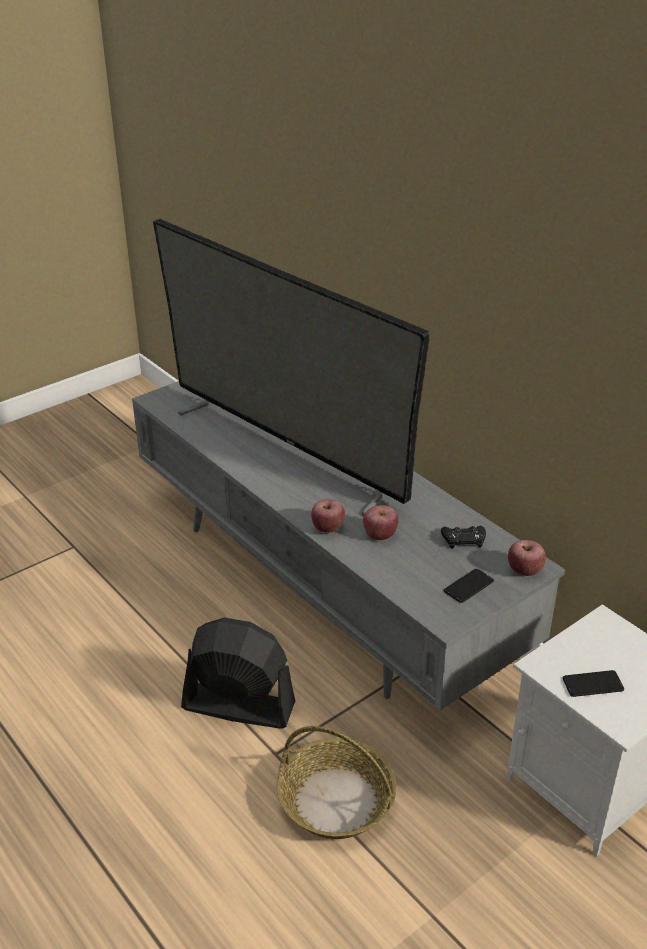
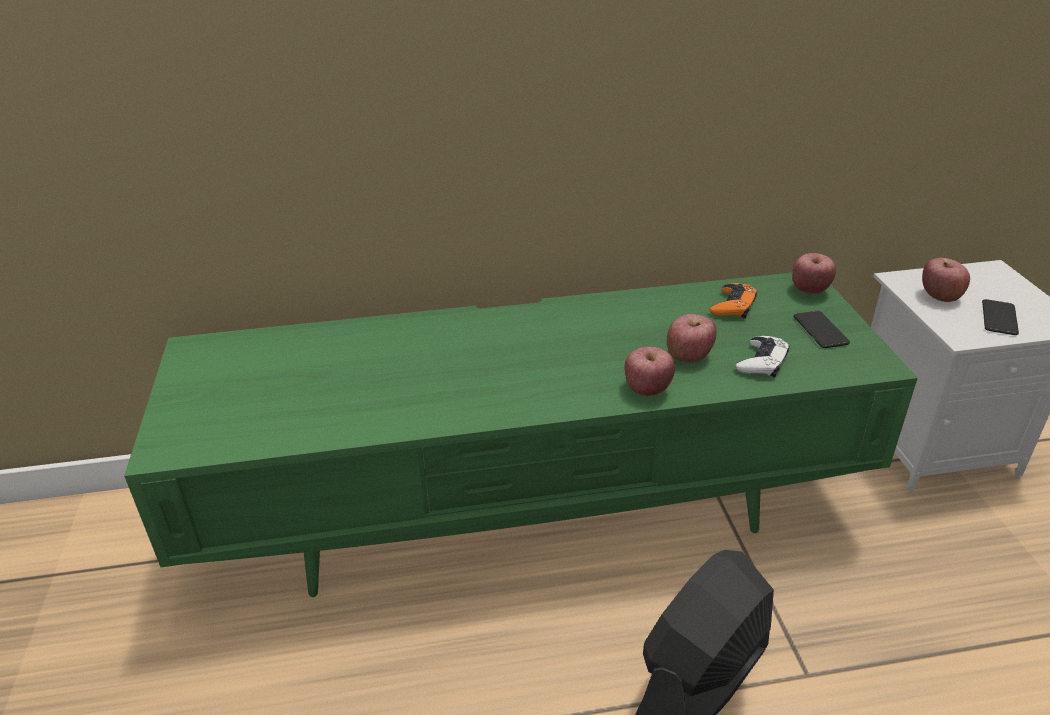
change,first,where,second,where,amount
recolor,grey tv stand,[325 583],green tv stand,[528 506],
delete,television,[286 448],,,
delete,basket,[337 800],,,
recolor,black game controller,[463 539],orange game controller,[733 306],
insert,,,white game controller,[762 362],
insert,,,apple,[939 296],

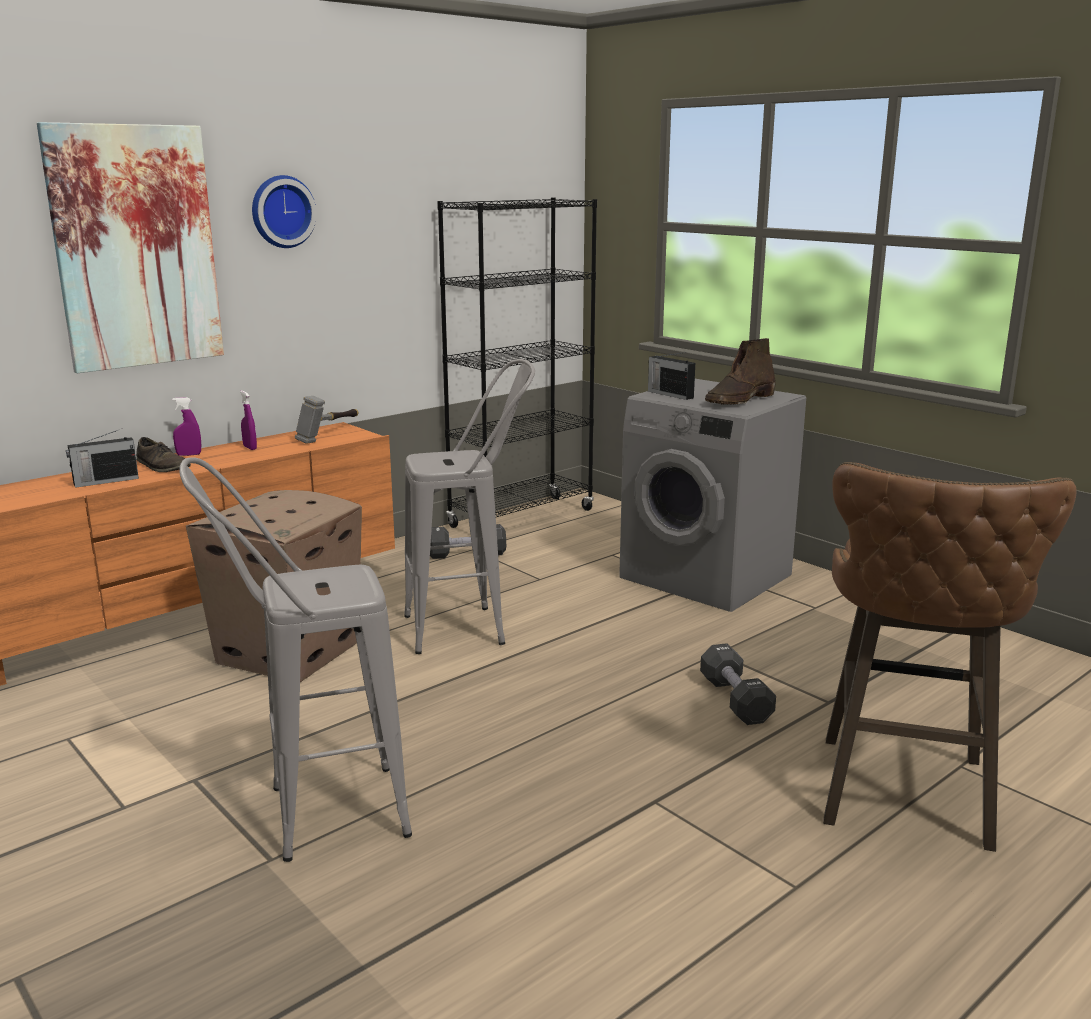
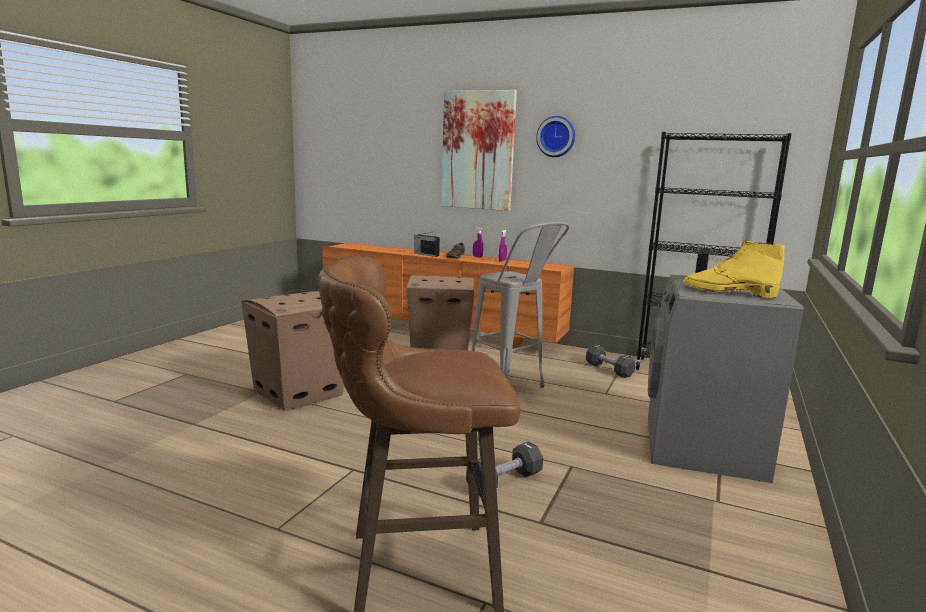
change,first,where,second,where,amount
replace,grey stool,[313 817],cardboard box,[299 393],
delete,hammer,[330 435],,,
recolor,brown boot,[740 400],yellow boot,[727 292],

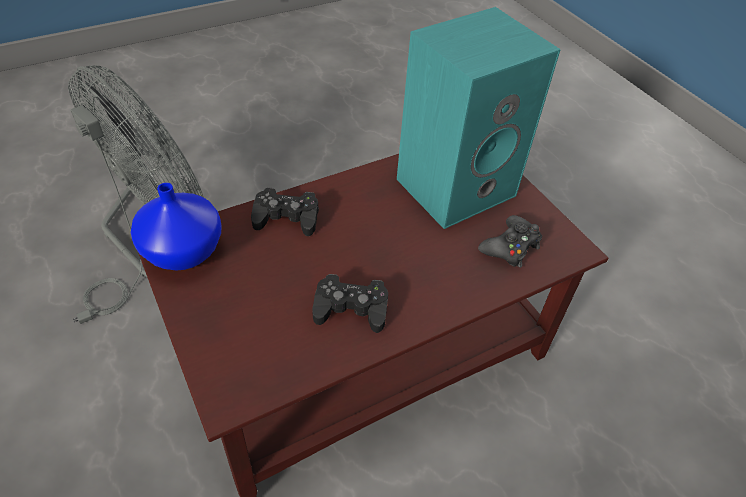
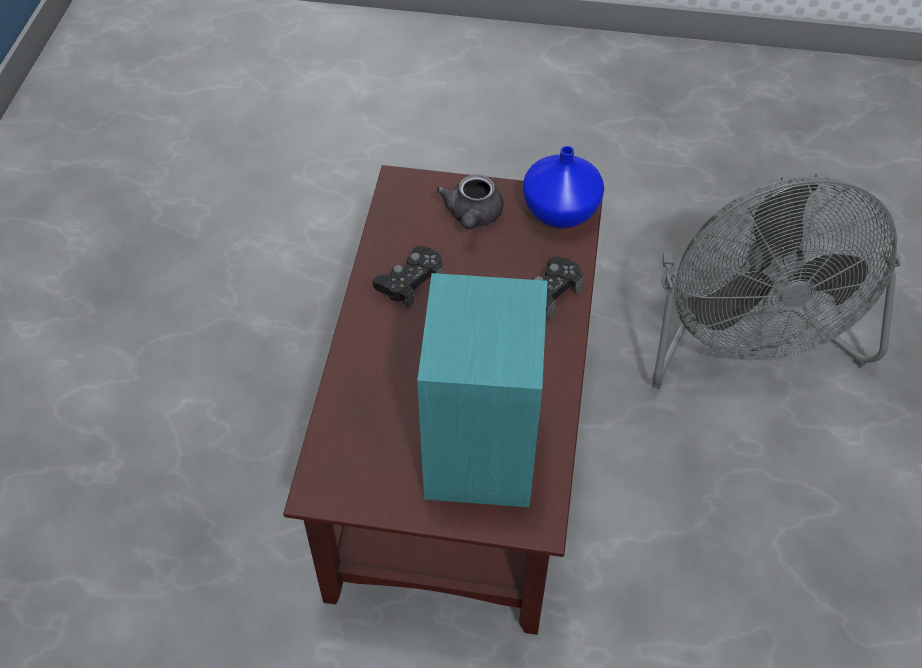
change,first,where,second,where,amount
delete,black game controller,[510 247],,,
insert,,,grey teapot,[473 216],

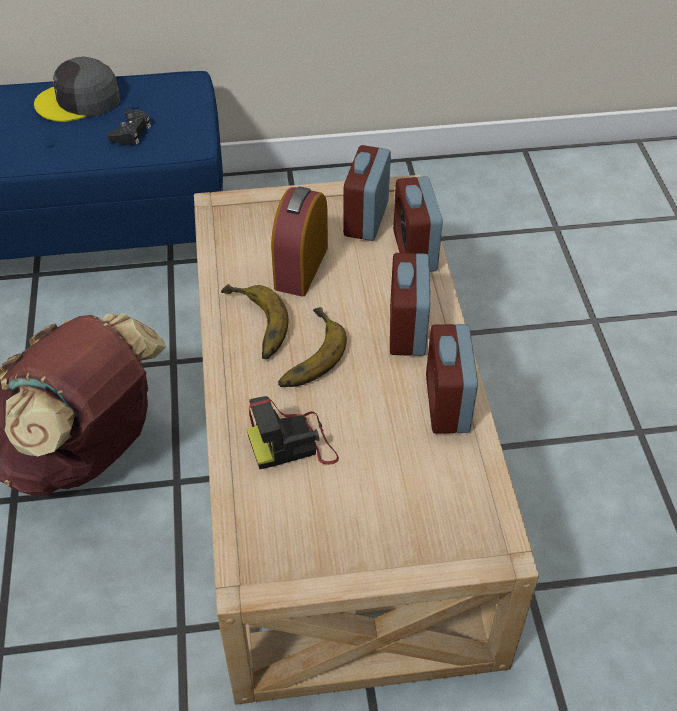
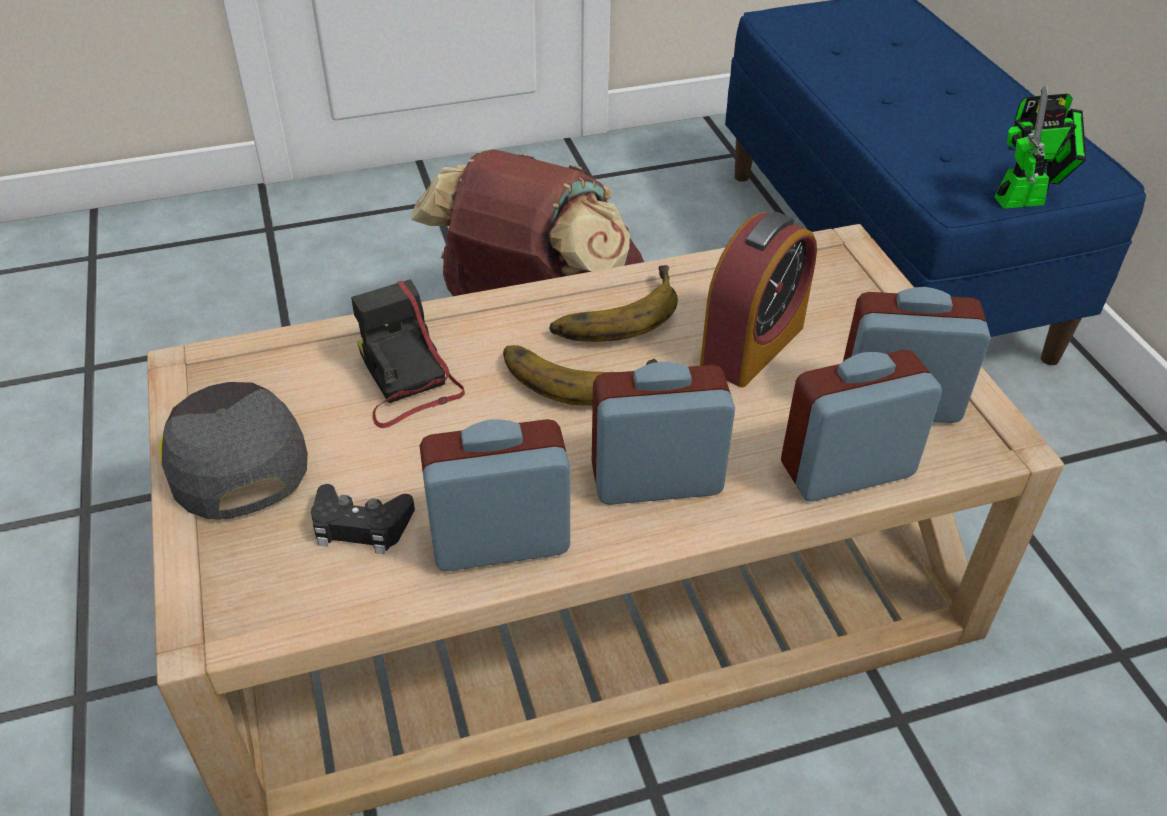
change,first,where,second,where,amount
move,grey cap,[79 100],,[232 456],
move,black game controller,[131 132],,[361 526],
rotate,alarm clock,[301 267],,[752 346],120 degrees clockwise
insert,,,toy robot,[1026 200],

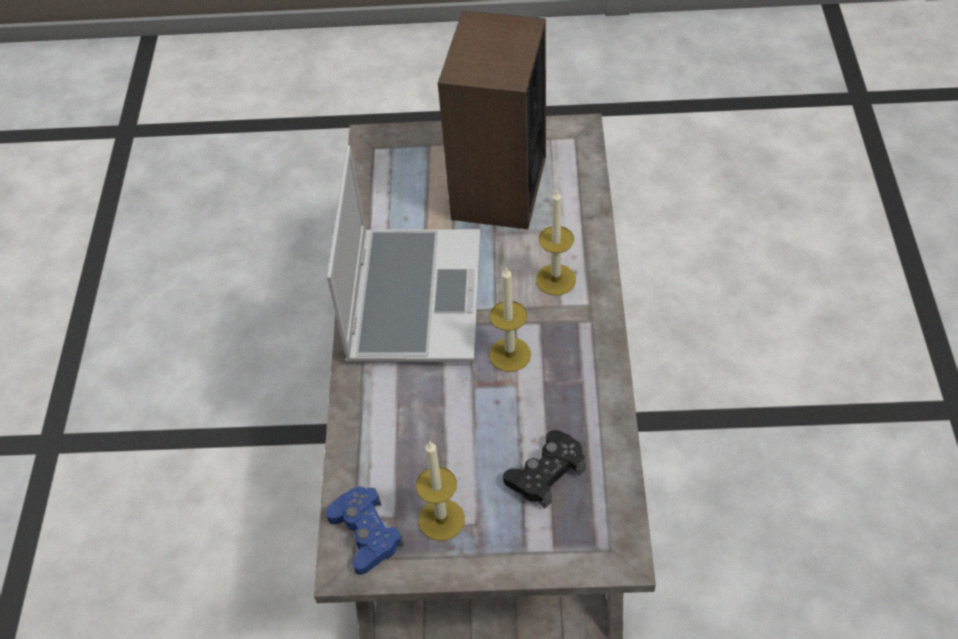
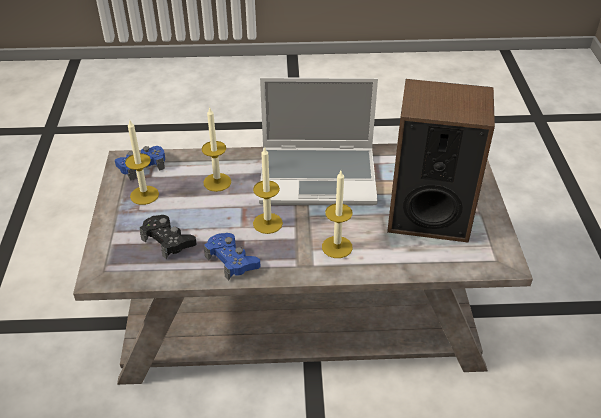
change,first,where,second,where,amount
insert,,,candle,[217 182],
insert,,,blue game controller,[232 260],

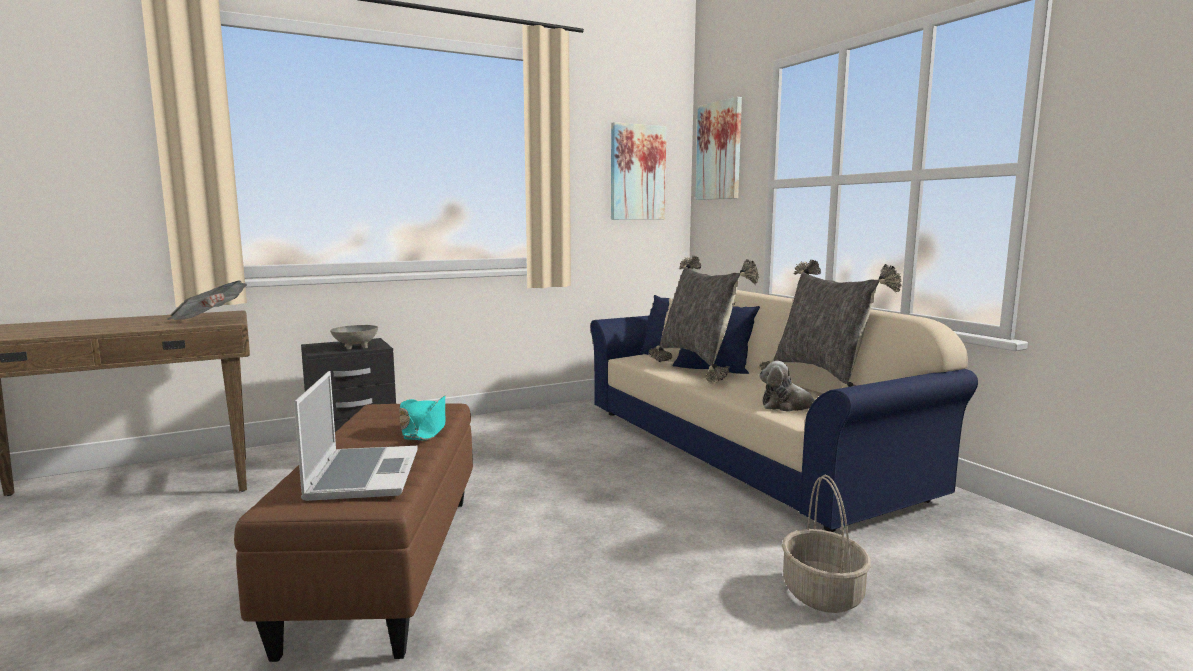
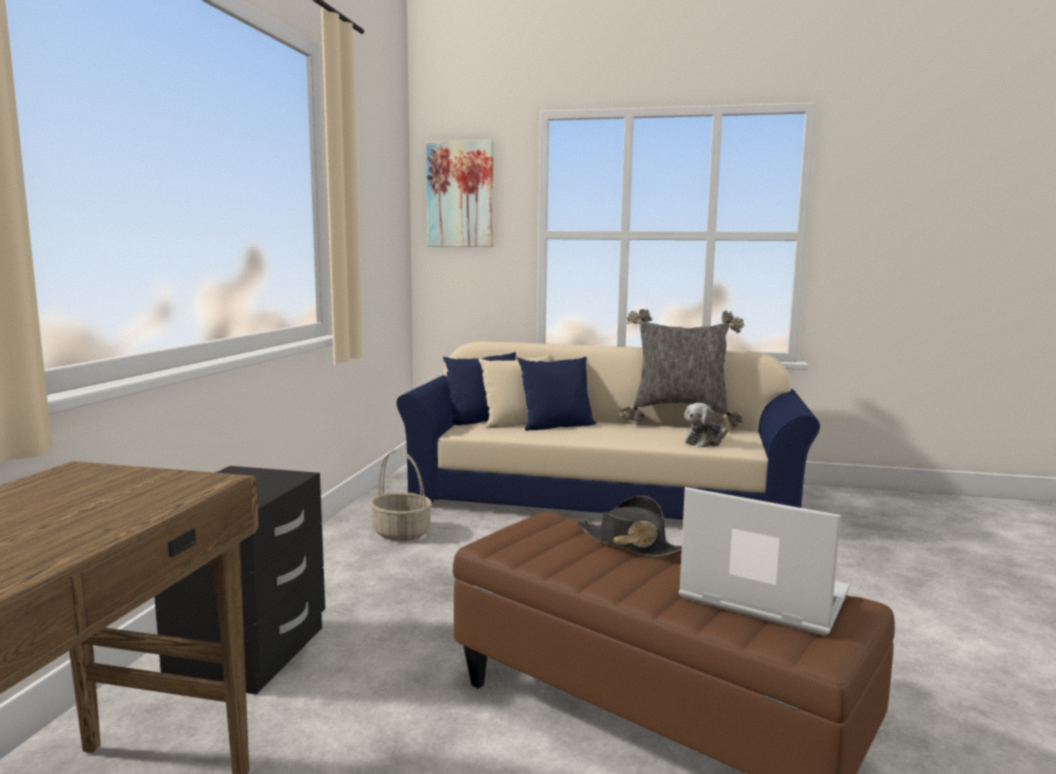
change,first,where,second,where,amount
delete,newspaper,[209 321],,,
delete,grey bowl,[356 347],,,
recolor,turquoise hat,[424 430],black hat,[631 544],
delete,picture,[637 172],,,
delete,pillow,[700 372],,,
move,basket,[823 594],,[402 533],

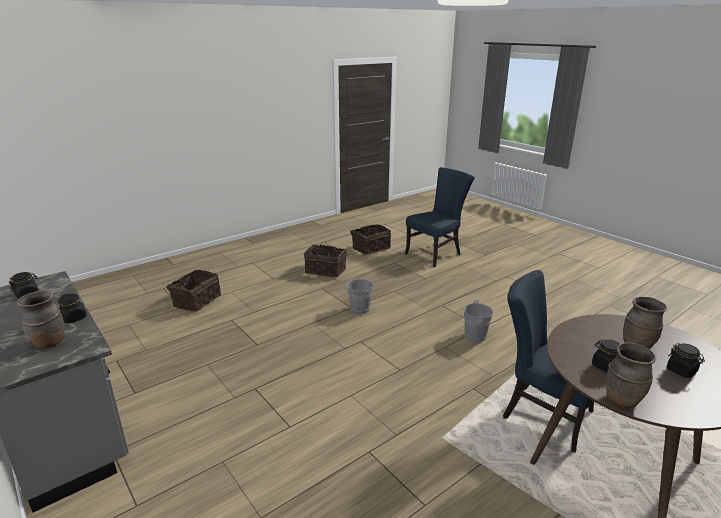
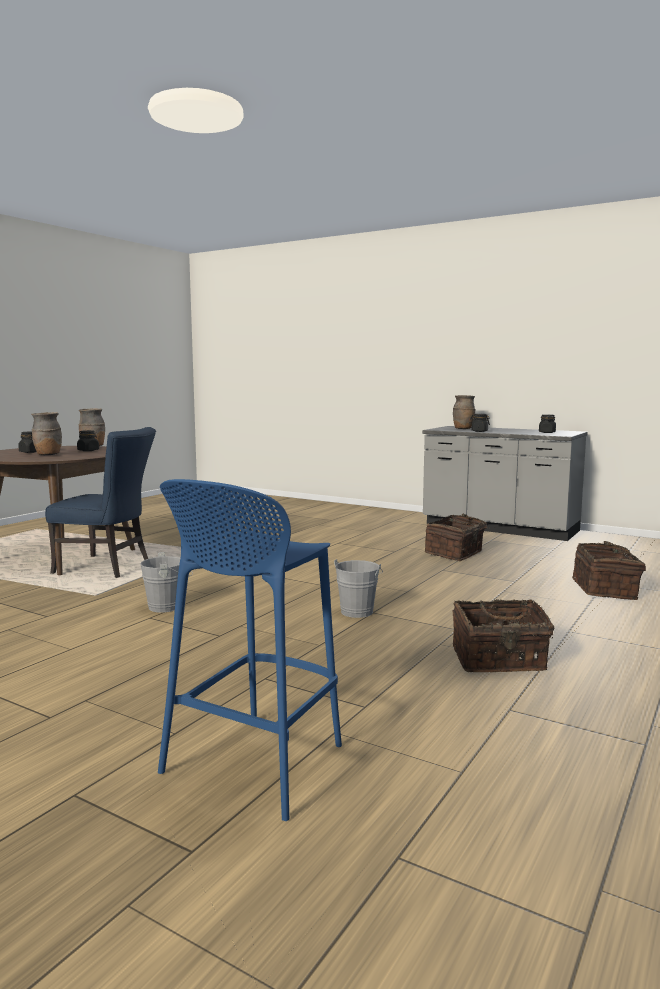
change,first,where,second,where,amount
move,basket,[370 248],,[455 553],
replace,blue chair,[436 253],blue stool,[256 764],

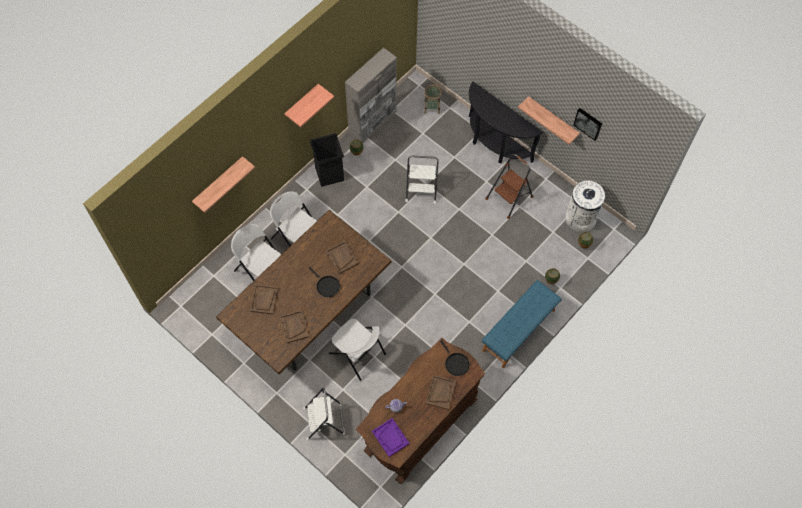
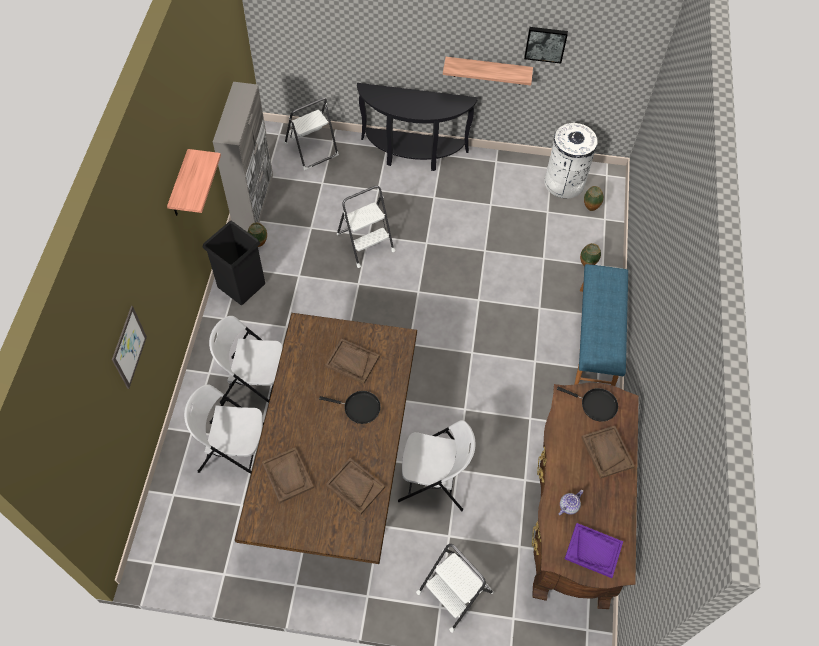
change,first,where,second,where,amount
replace,shelf,[218 183],picture,[129 347],
replace,basket,[432 107],white step ladder,[312 150],
delete,brown step ladder,[510 196],,,

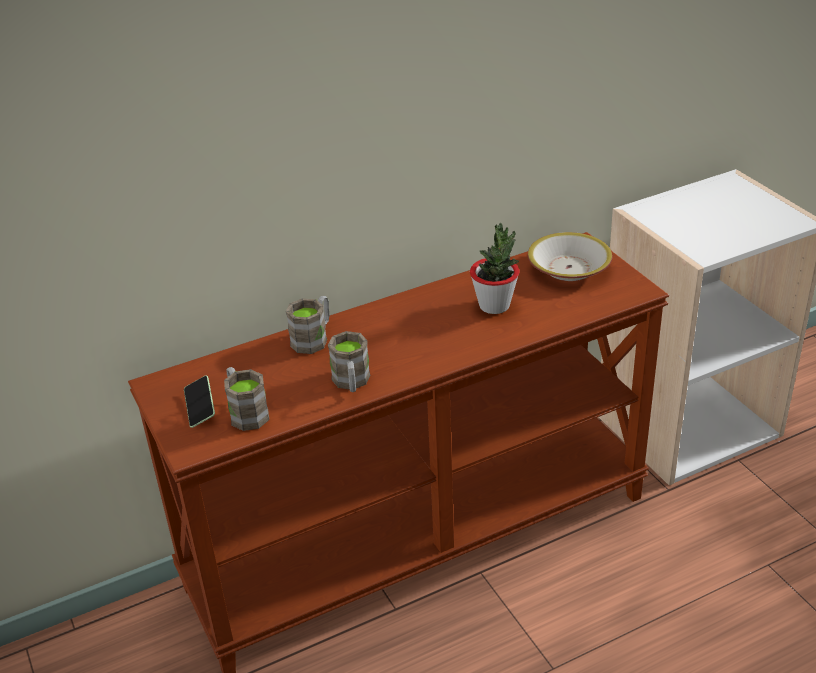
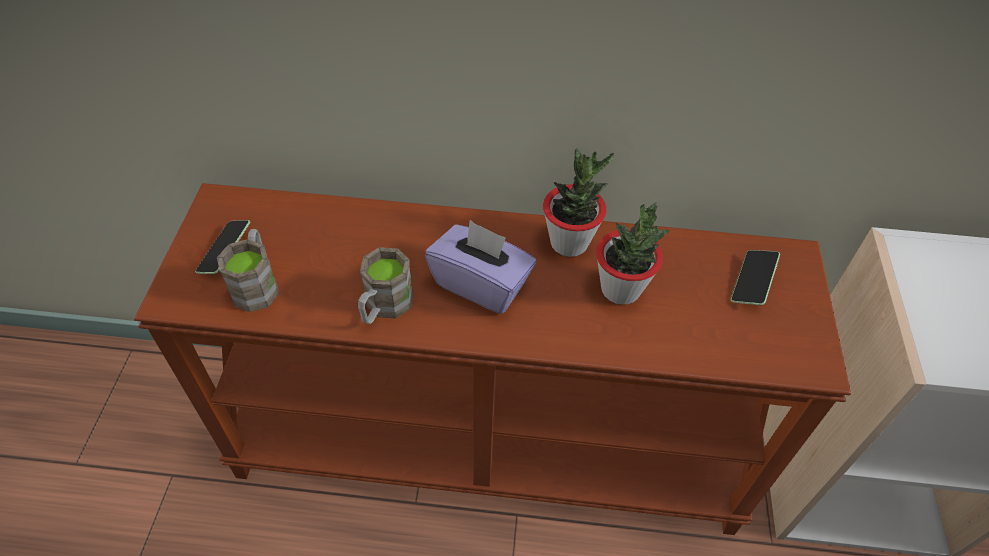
change,first,where,second,where,amount
delete,brown mug,[313 338],,,
replace,bowl,[569 268],phone,[752 283],
insert,,,purple tissue box,[481 284],
insert,,,potted plant,[569 242],

